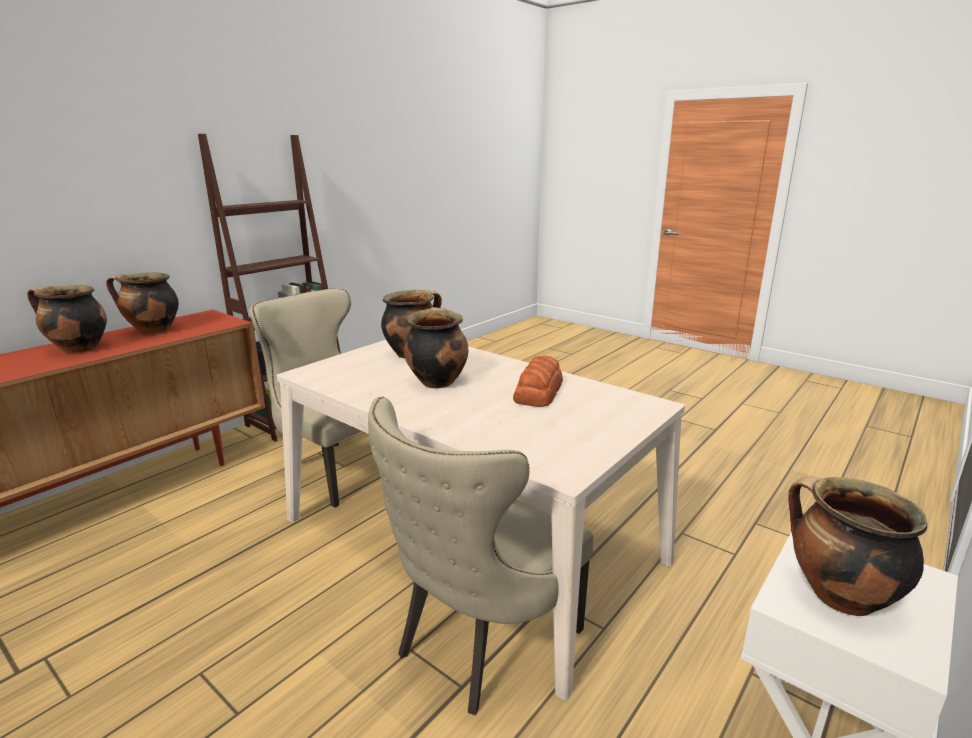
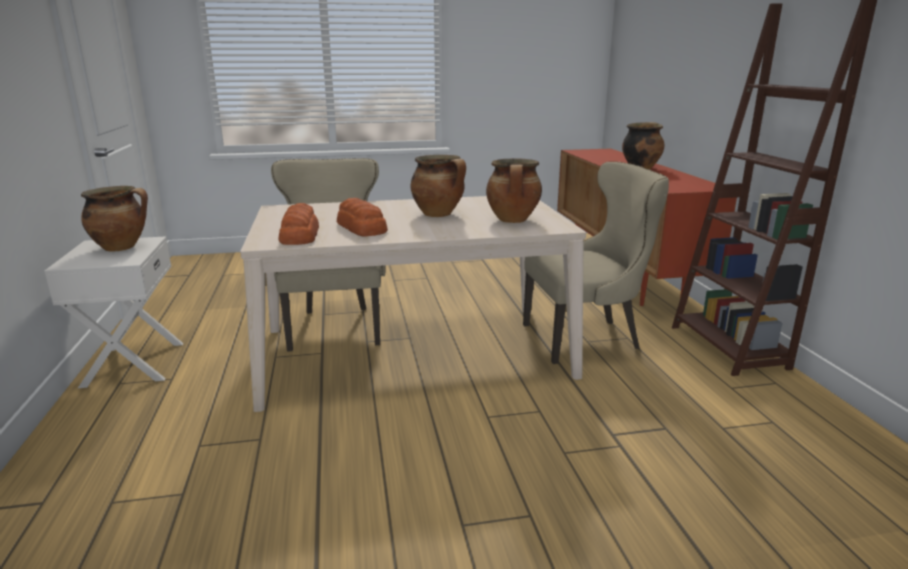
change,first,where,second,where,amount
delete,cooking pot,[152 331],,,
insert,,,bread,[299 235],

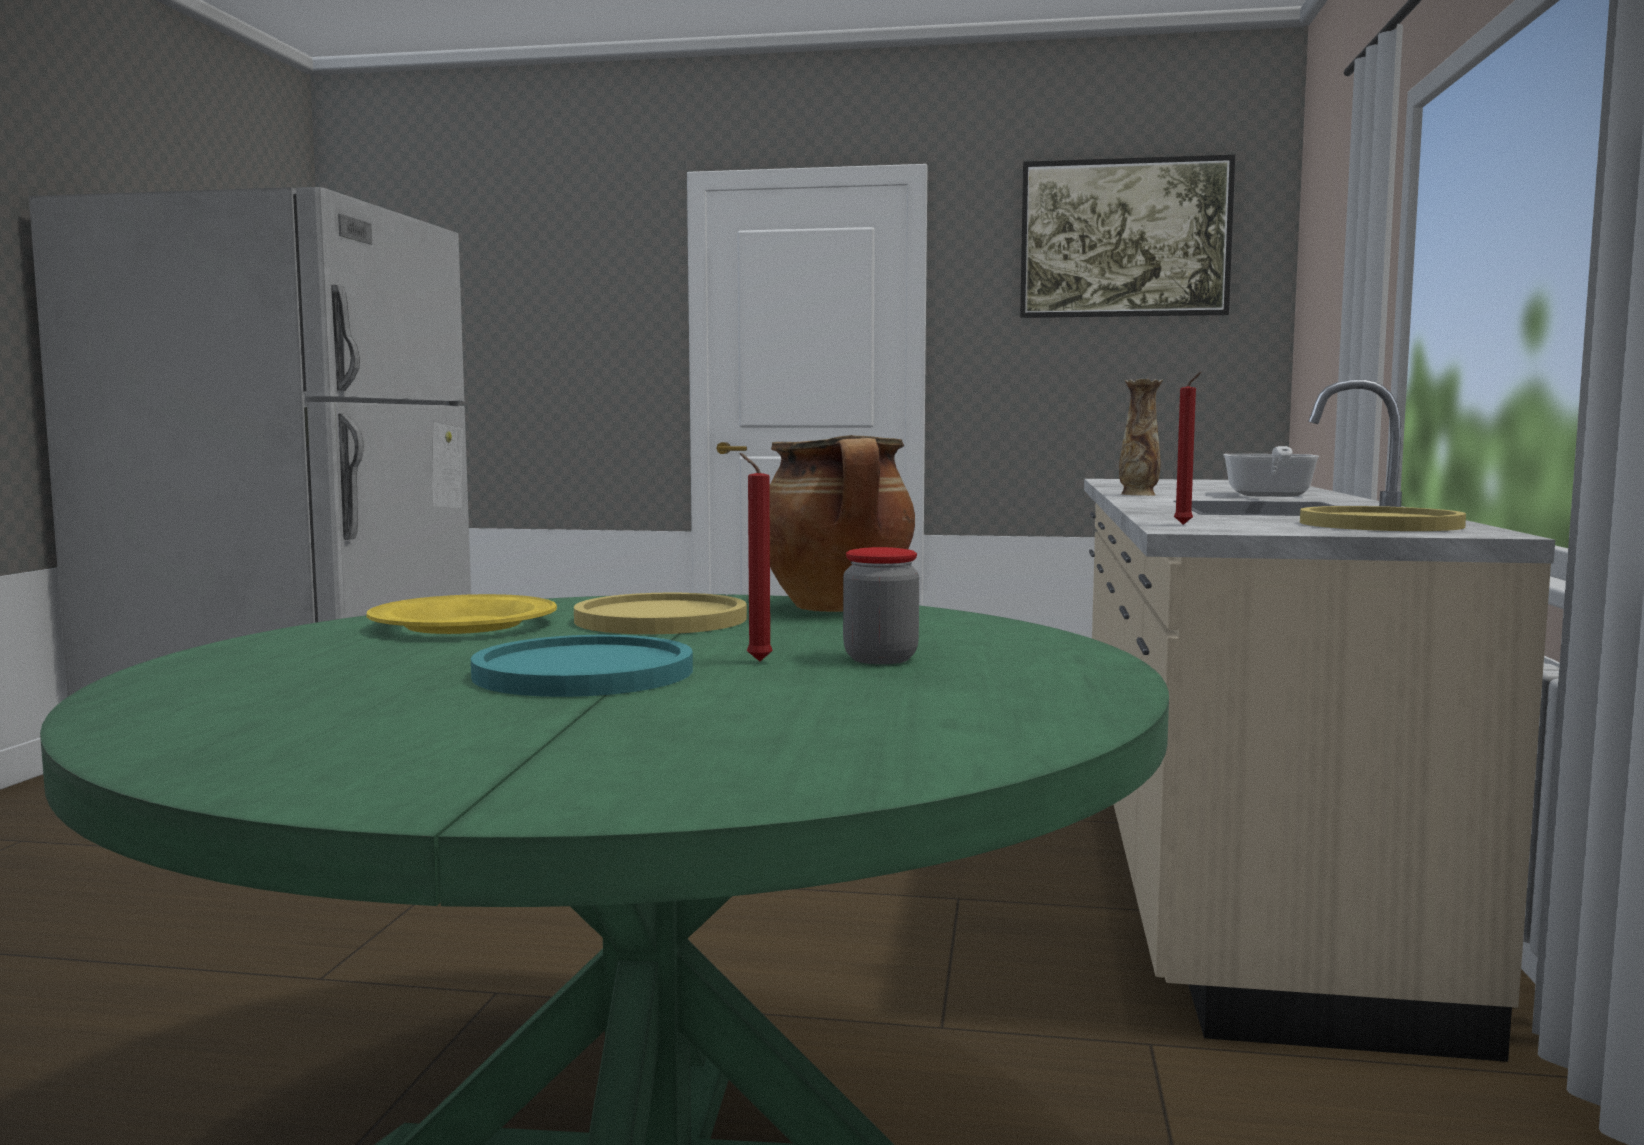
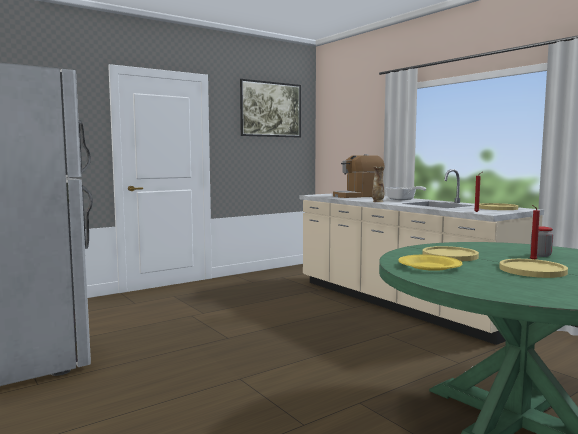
change,first,where,second,where,amount
recolor,turquoise plate,[584 672],yellow plate,[532 270],
delete,cooking pot,[838 608],,,
insert,,,coffee machine,[357 196],

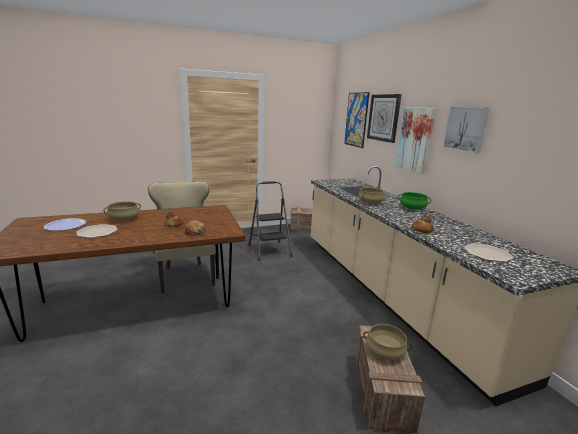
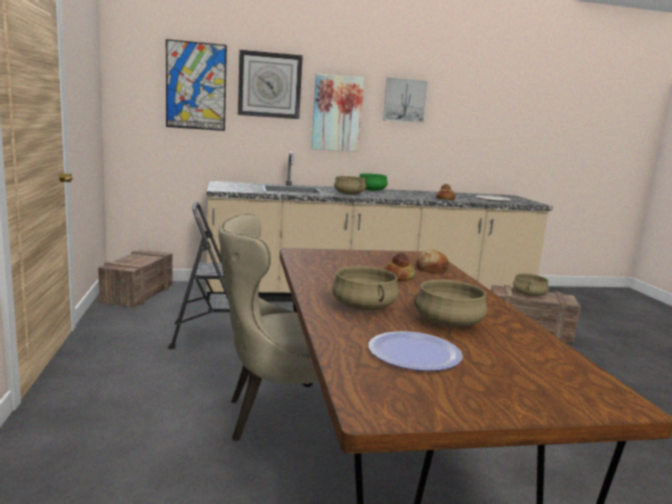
change,first,where,second,where,amount
replace,plate,[97 232],beige cooking pot,[448 322],

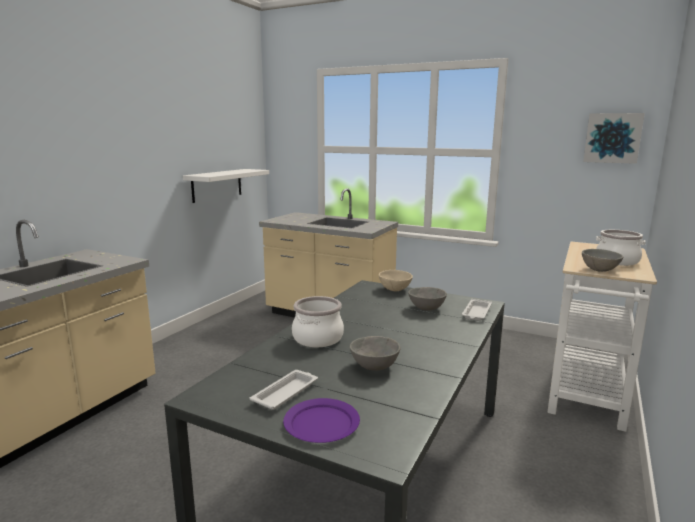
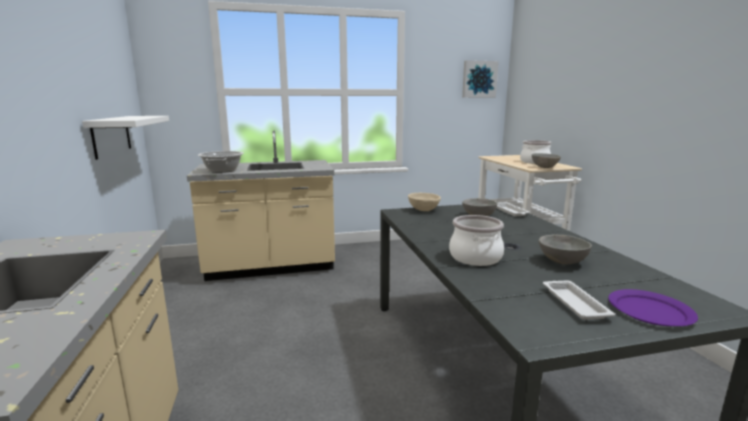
change,first,where,second,where,amount
insert,,,cooking pot,[222 170],

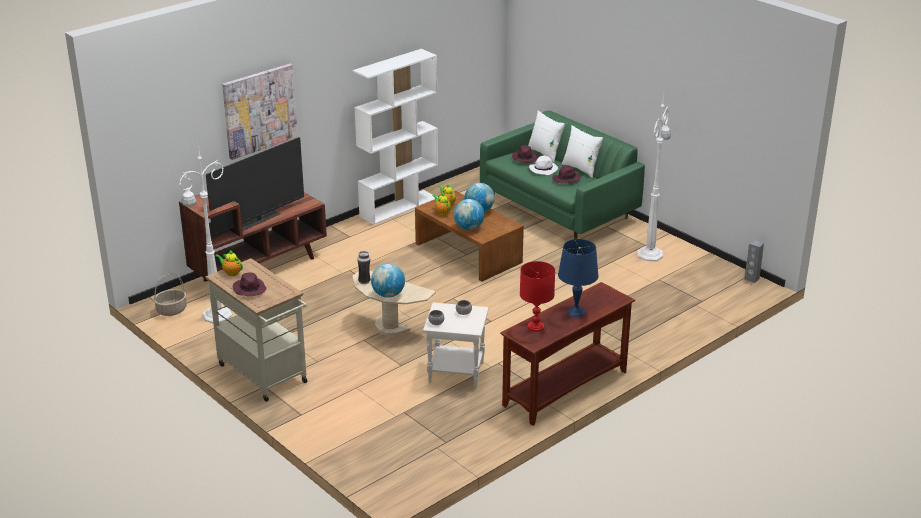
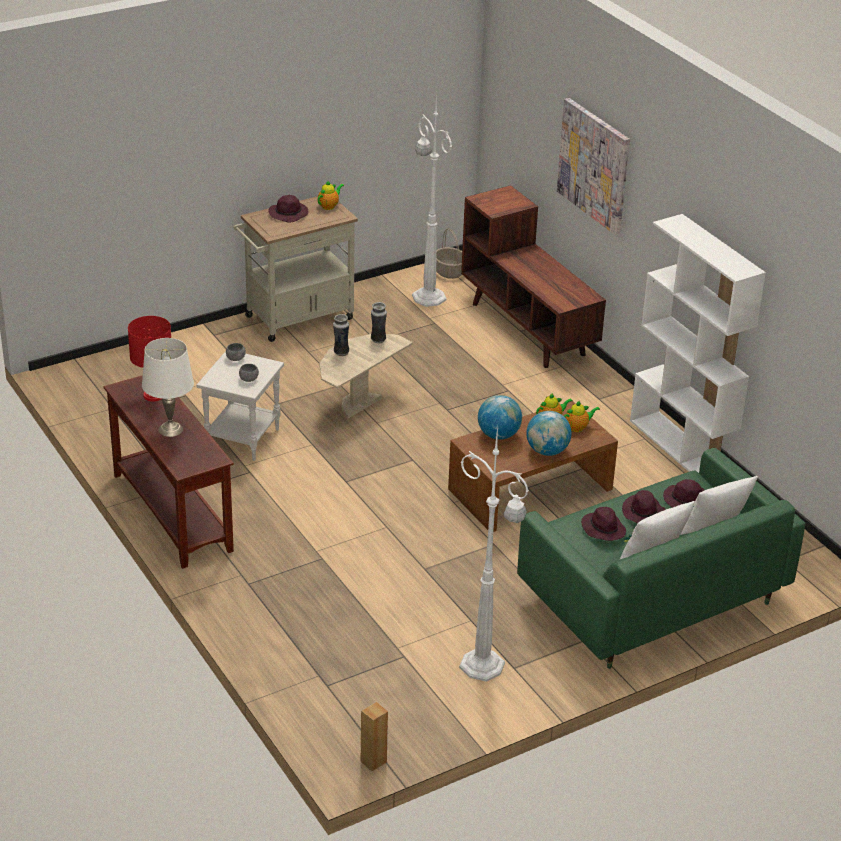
change,first,where,second,where,amount
delete,television,[259 220],,,
replace,globe,[388 295],vase,[341 352],
recolor,white hat,[543 169],purple hat,[643 513],
recolor,blue table lamp,[576 312],white table lamp,[170 429],
recolor,grey speaker,[751 279],brown speaker,[373 761],

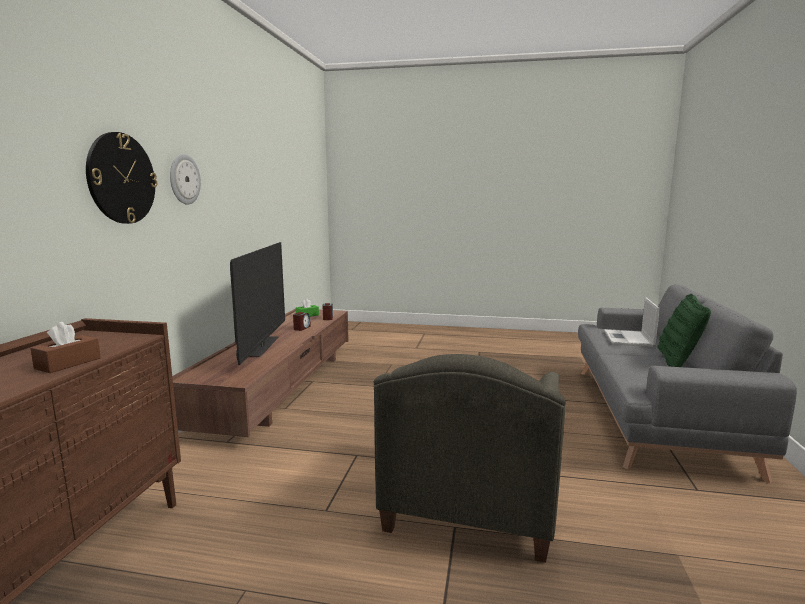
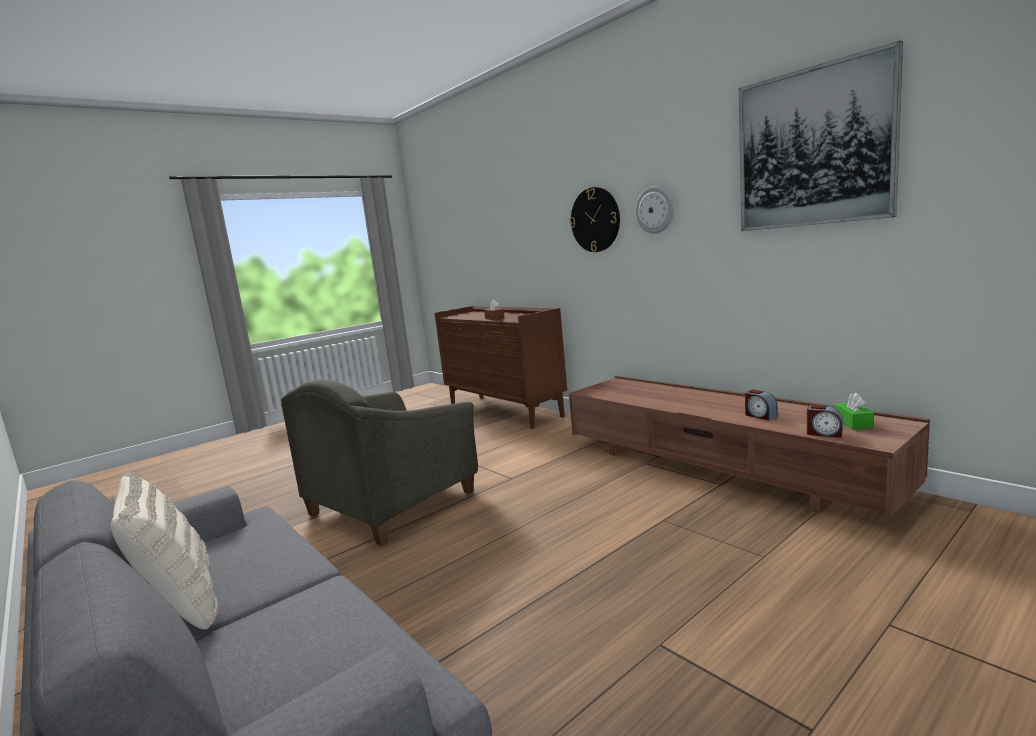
change,first,where,second,where,amount
delete,television,[263 346],,,
rotate,grey armchair,[471 498],,[394 503],105 degrees counterclockwise
delete,laptop,[629 339],,,
recolor,green pillow,[678 362],beige pillow,[181 604],
insert,,,picture,[813 148],

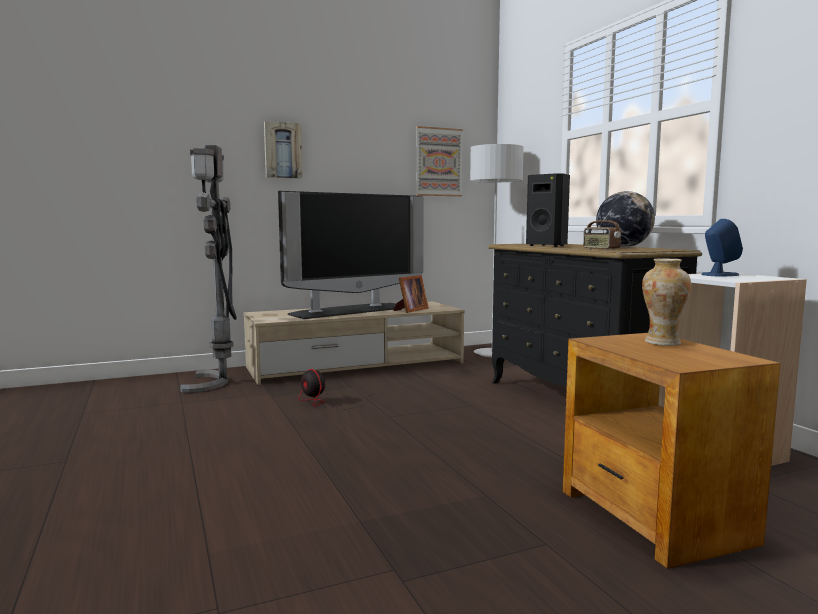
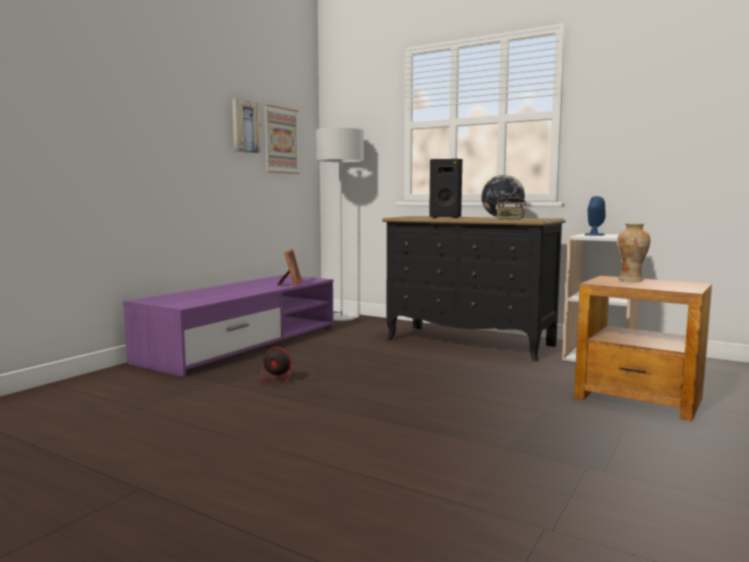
change,first,where,second,where,amount
delete,grey floor lamp,[218 383],,,
recolor,beige tv stand,[356 364],purple tv stand,[243 343],
move,picture,[282 150],,[245 126],
delete,television,[350 310],,,

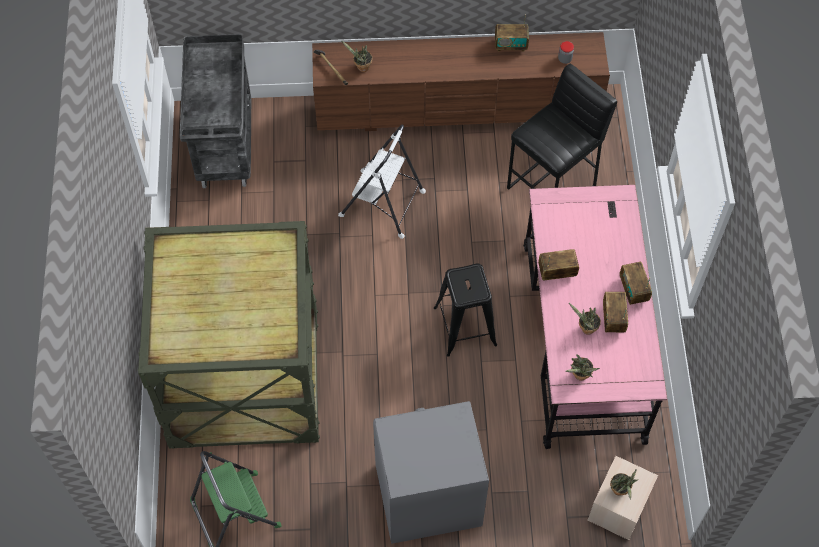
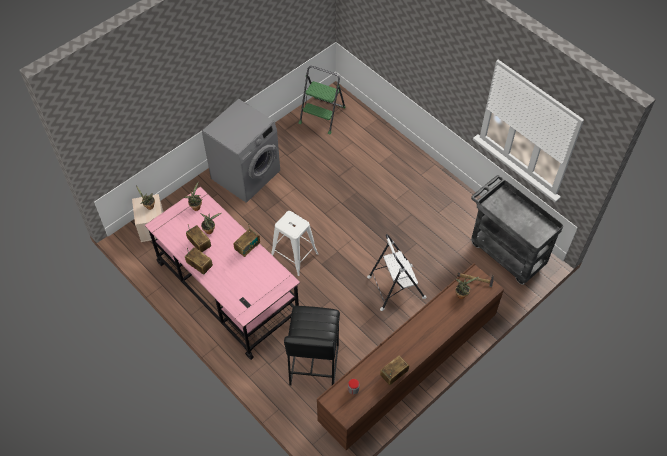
change,first,where,second,where,amount
delete,bookcase,[245 377],,,
recolor,black stool,[465 326],white stool,[294 255],

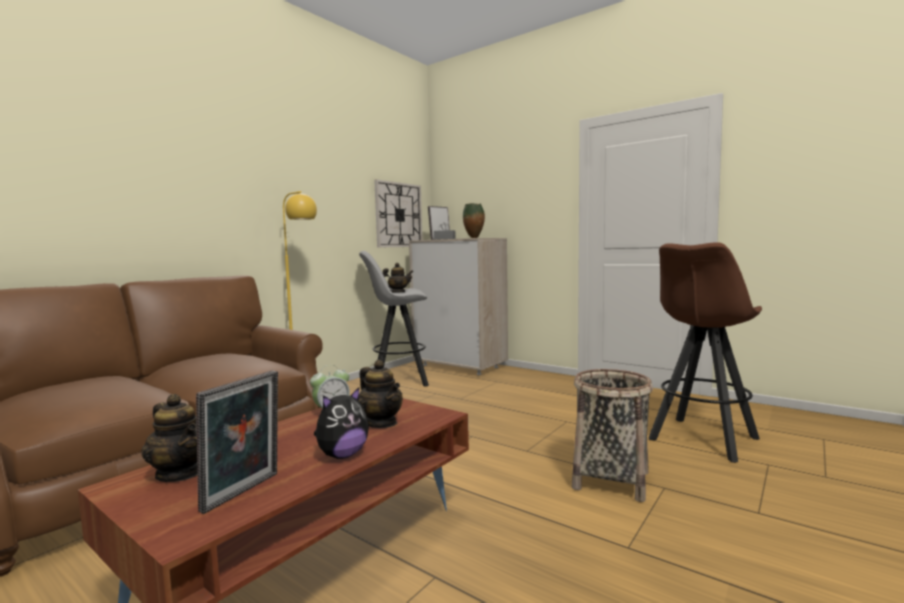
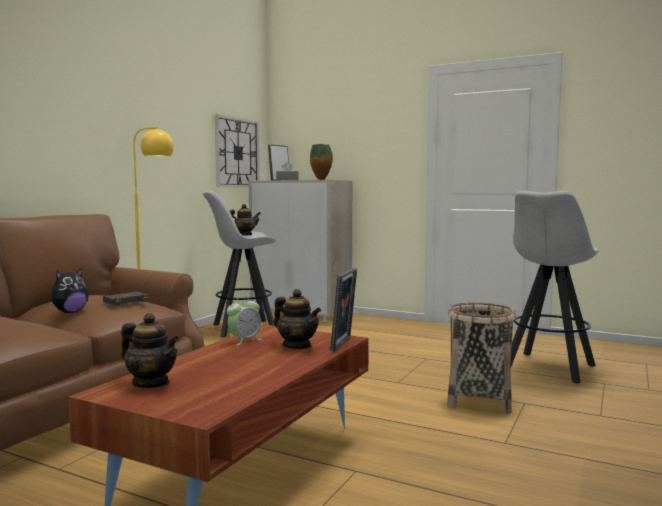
change,first,where,second,where,amount
move,picture frame,[244 493],,[344 344],
move,plush toy,[342 455],,[70 312],
recolor,brown stool,[701 439],grey stool,[548 368],
insert,,,black book,[126 301],

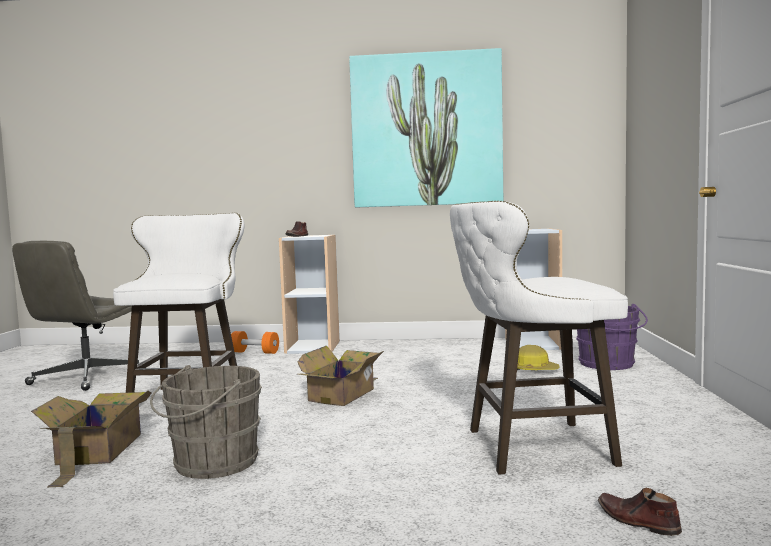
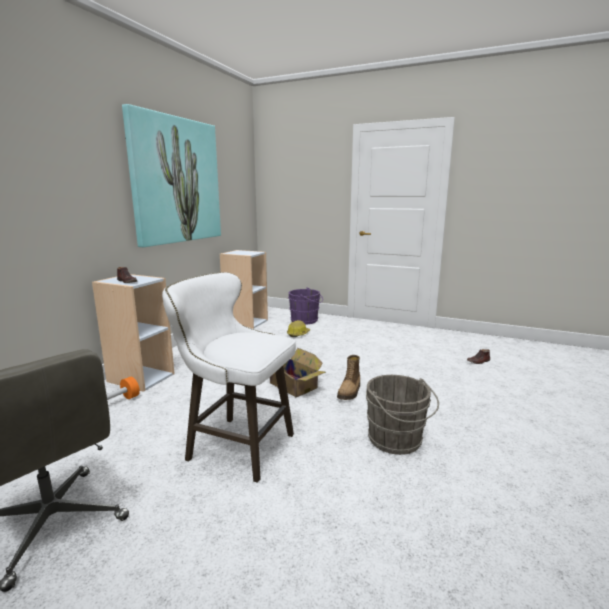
change,first,where,second,where,amount
delete,cardboard box,[97 451],,,
delete,white stool,[531 447],,,
insert,,,boot,[350 392],

